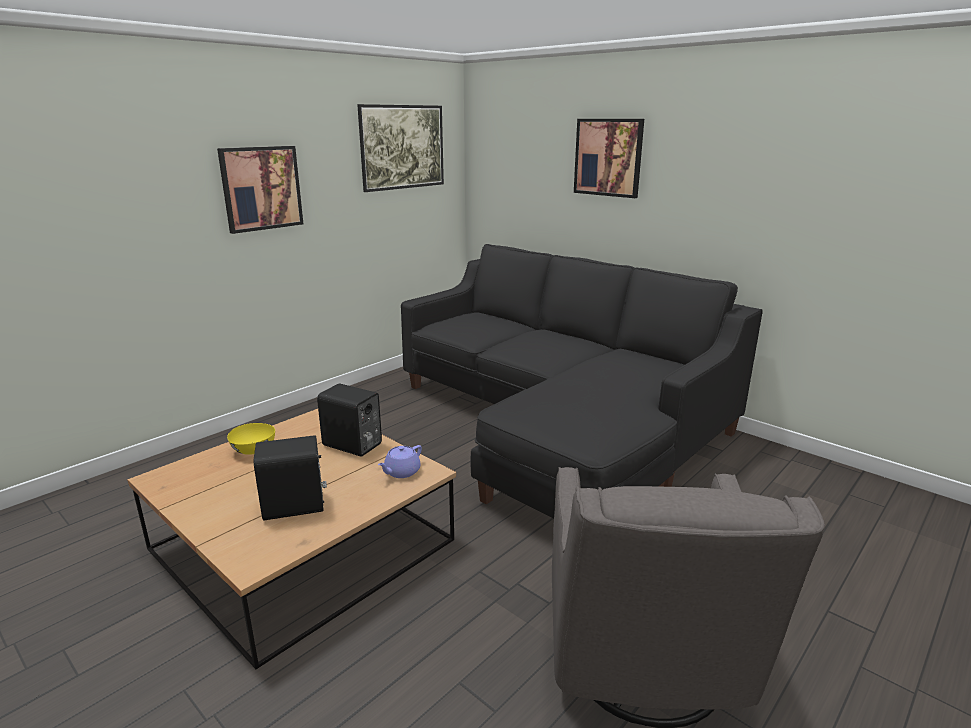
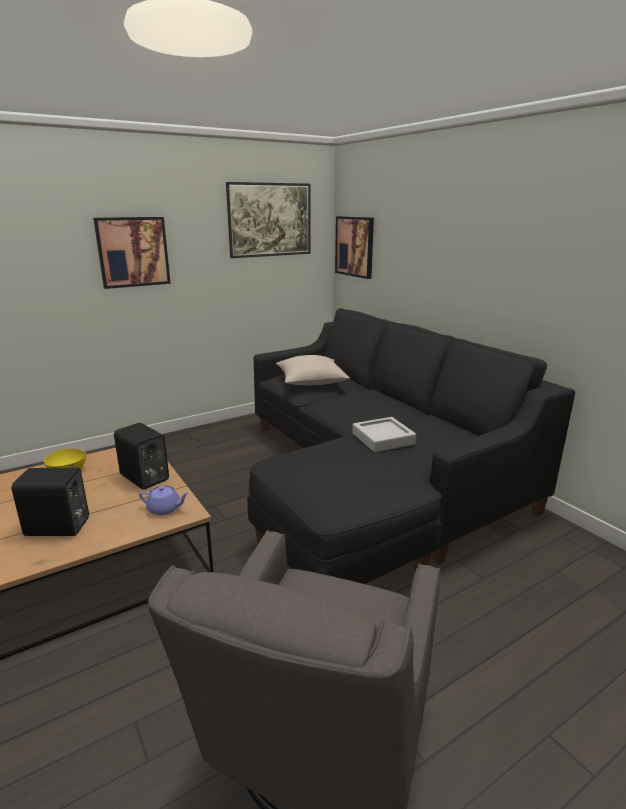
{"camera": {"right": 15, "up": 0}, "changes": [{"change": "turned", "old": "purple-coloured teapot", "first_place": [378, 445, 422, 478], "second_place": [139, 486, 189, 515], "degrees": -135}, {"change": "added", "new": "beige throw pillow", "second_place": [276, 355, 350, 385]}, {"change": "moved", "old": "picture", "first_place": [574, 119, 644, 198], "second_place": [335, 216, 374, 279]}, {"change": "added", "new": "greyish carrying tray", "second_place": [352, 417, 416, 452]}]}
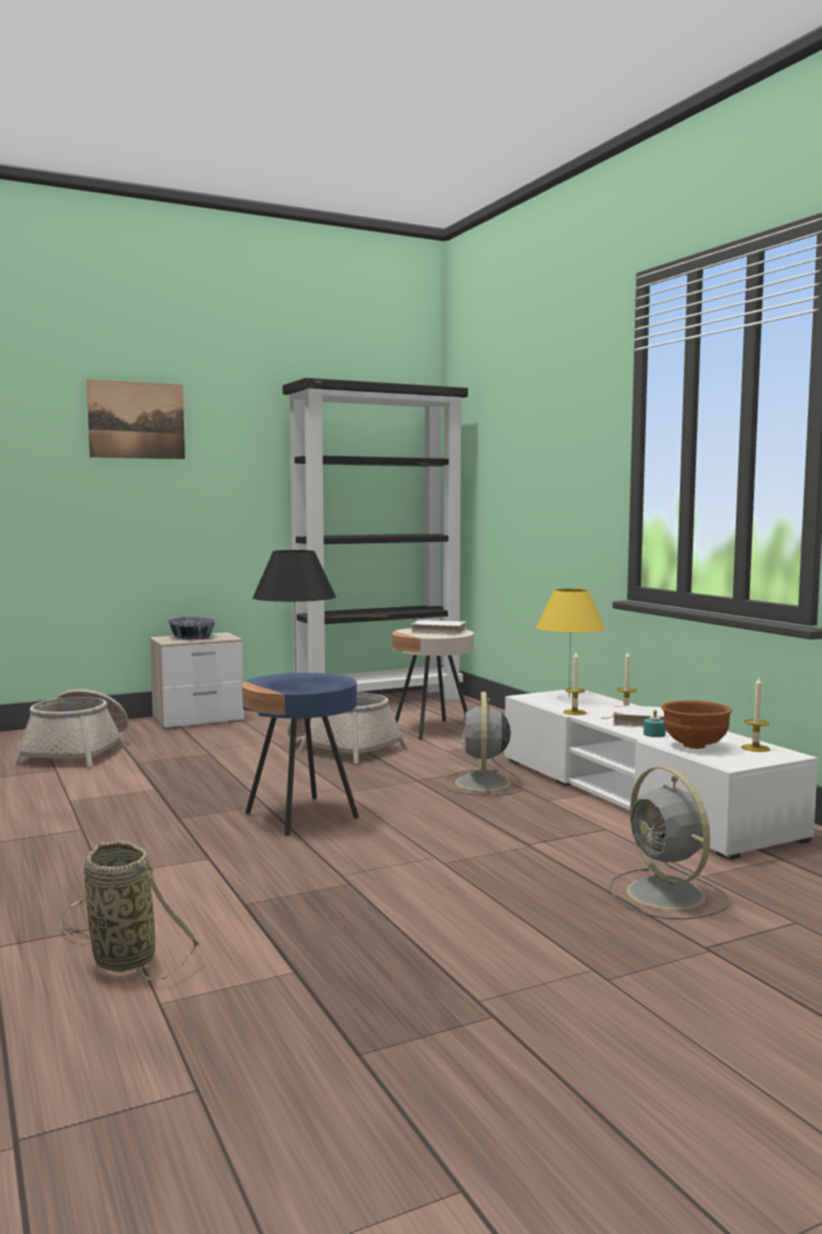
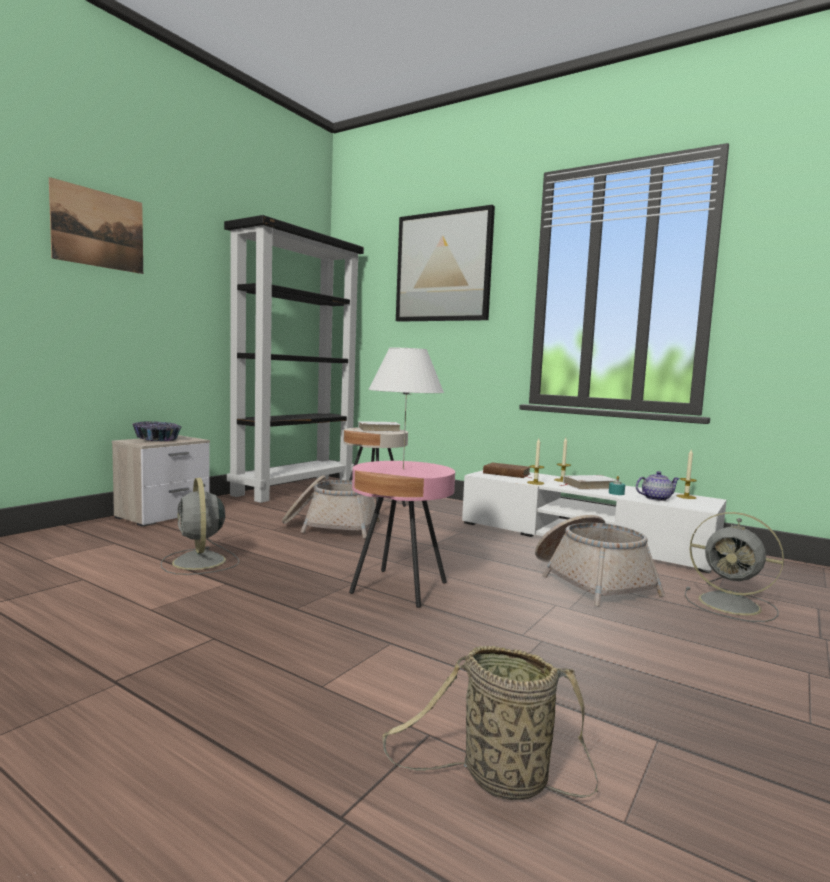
{"camera": {"right": -30, "up": 0}, "changes": [{"change": "moved", "old": "greyish cooling fan", "first_place": [444, 692, 524, 796], "second_place": [161, 478, 239, 575]}, {"change": "recoloured", "old": "bluish accent table", "new": "pinkish accent table", "first_place": [242, 673, 359, 836], "second_place": [349, 461, 455, 608]}, {"change": "recoloured", "old": "blackish lamp for a table", "new": "white-coloured lamp for a table", "first_place": [252, 550, 336, 683], "second_place": [368, 348, 444, 469]}, {"change": "added", "new": "picture", "second_place": [396, 205, 495, 322]}, {"change": "replaced", "old": "yellowish lamp for a table", "new": "brown volume", "first_place": [536, 588, 606, 698], "second_place": [483, 463, 531, 478]}, {"change": "moved", "old": "basket", "first_place": [13, 689, 128, 768], "second_place": [535, 515, 665, 607]}, {"change": "replaced", "old": "brown deep dish", "new": "teapot", "first_place": [661, 700, 732, 749], "second_place": [636, 471, 680, 501]}]}
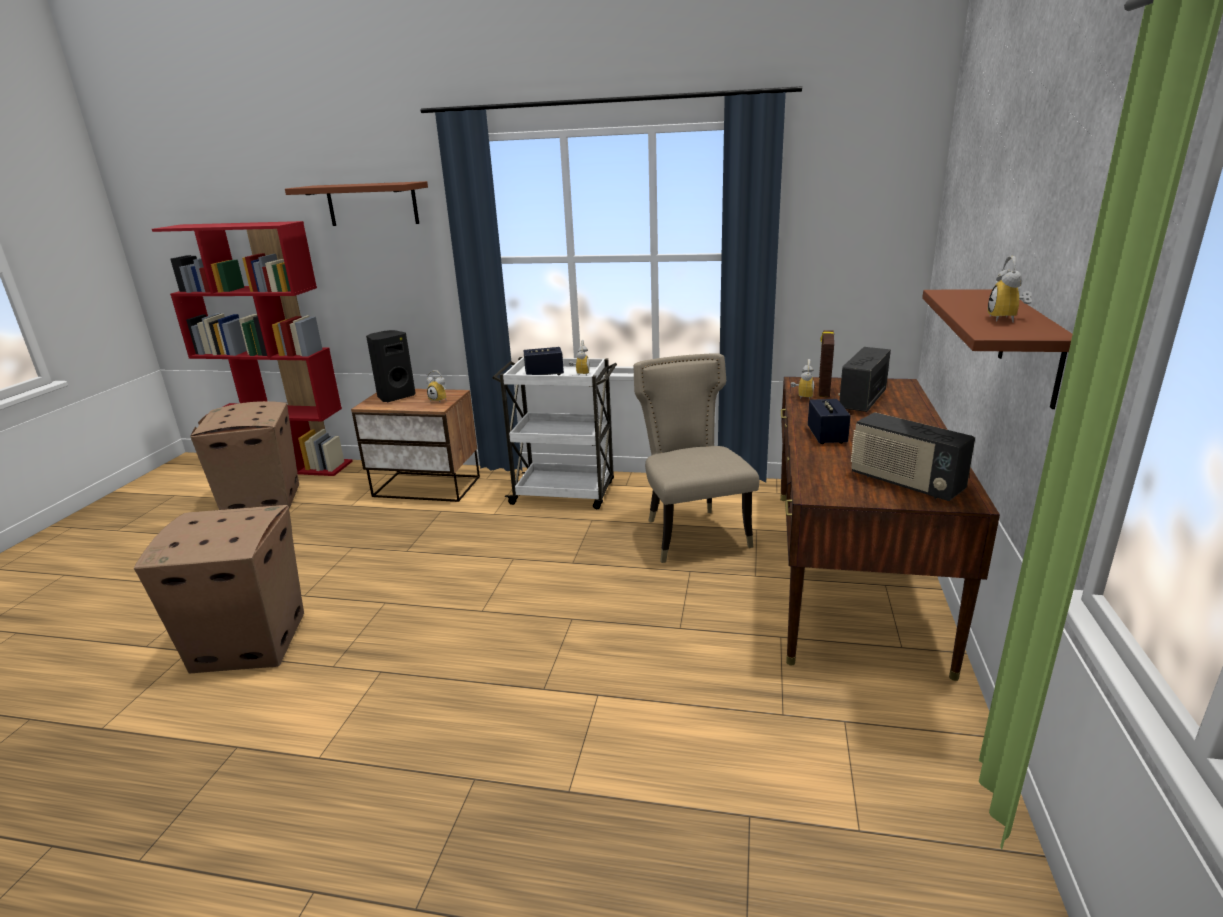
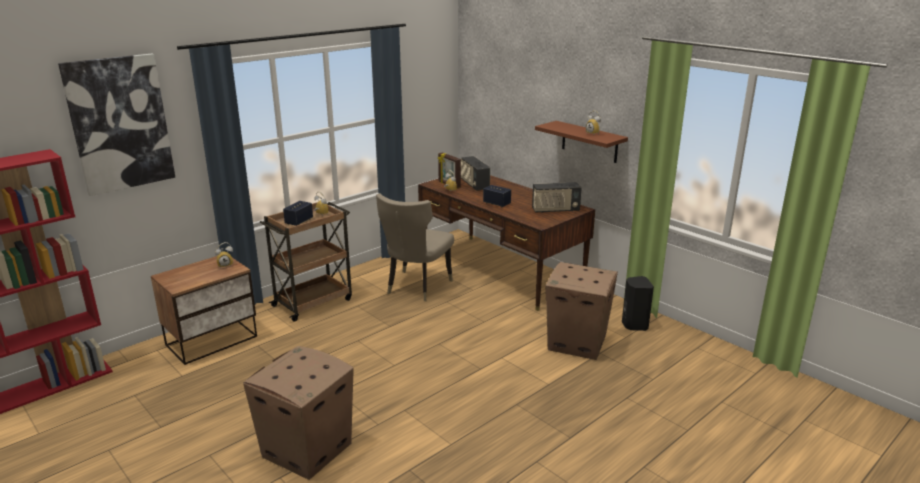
{"camera": {"right": -55, "up": 0}, "changes": [{"change": "replaced", "old": "brown shelf", "new": "picture", "first_place": [285, 181, 428, 226], "second_place": [58, 53, 175, 196]}, {"change": "recoloured", "old": "white-coloured trolley", "new": "brown trolley", "first_place": [493, 357, 617, 509], "second_place": [260, 202, 352, 322]}, {"change": "turned", "old": "beige upright chair", "first_place": [633, 353, 759, 563], "second_place": [376, 193, 454, 301], "degrees": -90}, {"change": "moved", "old": "carton", "first_place": [190, 401, 299, 510], "second_place": [545, 262, 618, 360]}, {"change": "moved", "old": "blackish audio speaker", "first_place": [366, 330, 416, 402], "second_place": [622, 276, 654, 331]}]}
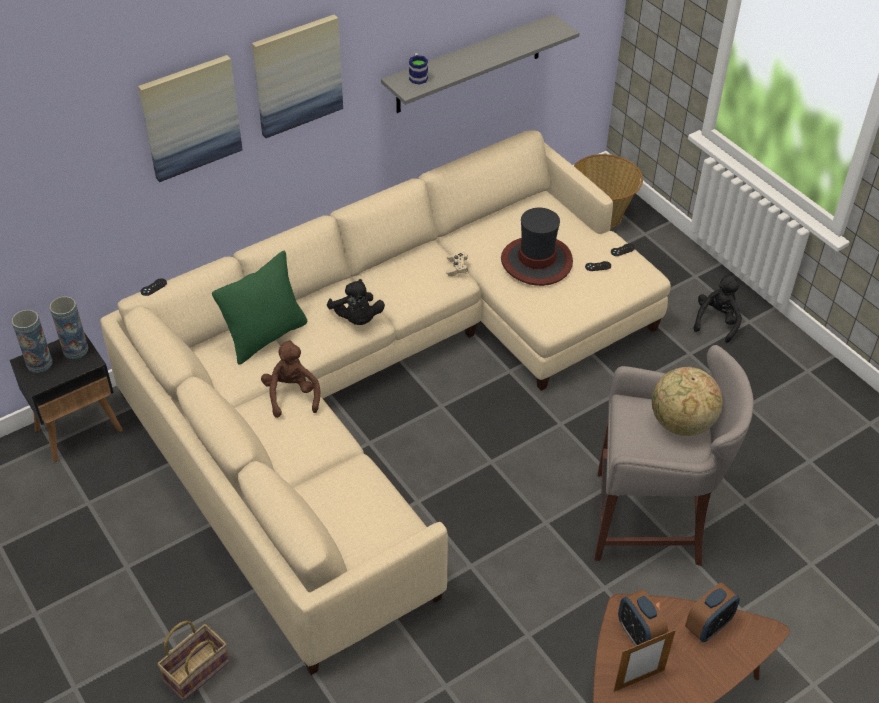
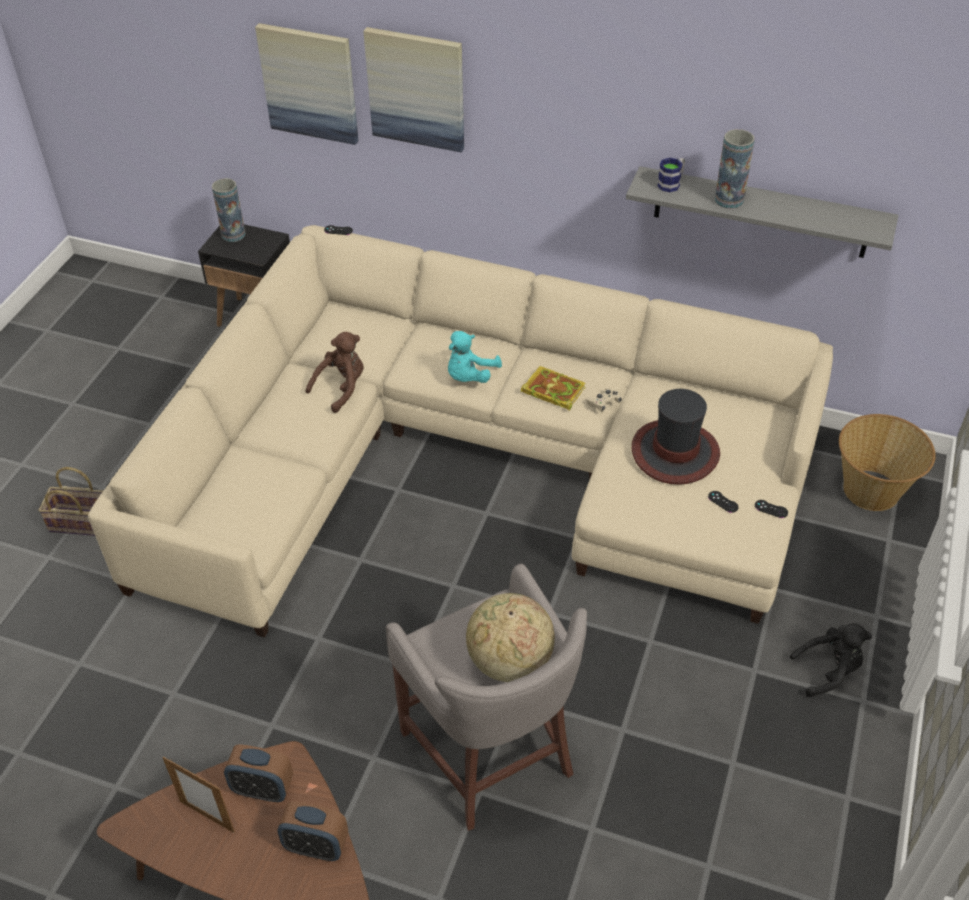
{"camera": {"right": 55, "up": 0}, "changes": [{"change": "turned", "old": "alarm clock", "first_place": [618, 590, 668, 646], "second_place": [224, 744, 293, 802], "degrees": -105}, {"change": "moved", "old": "picture", "first_place": [252, 14, 343, 138], "second_place": [255, 23, 358, 145]}, {"change": "recoloured", "old": "blackish cuddly toy", "new": "turquoise cuddly toy", "first_place": [327, 279, 385, 325], "second_place": [448, 331, 502, 383]}, {"change": "added", "new": "volume", "second_place": [521, 366, 585, 411]}, {"change": "moved", "old": "flower vase", "first_place": [49, 296, 88, 359], "second_place": [715, 129, 755, 209]}, {"change": "removed", "old": "greenish throw pillow", "first_place": [212, 251, 307, 364]}]}
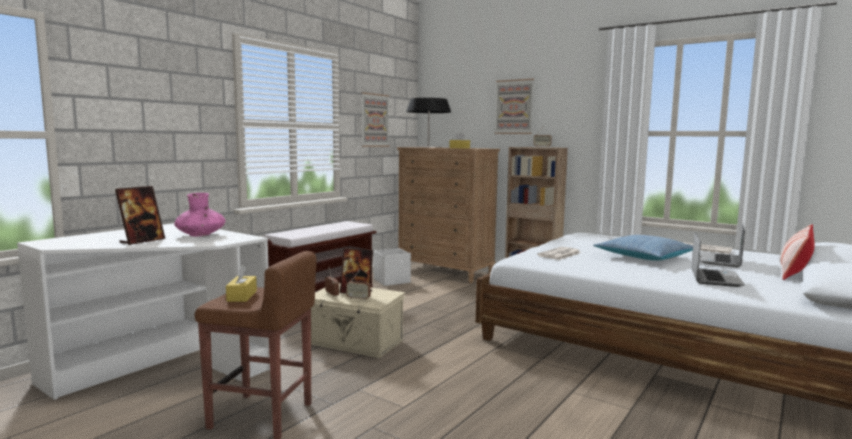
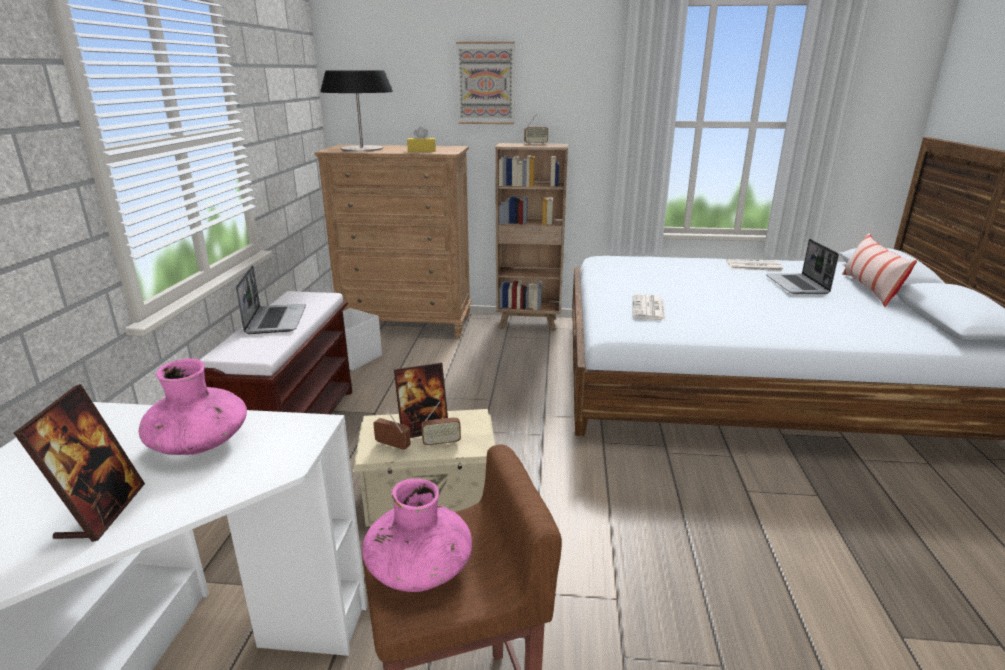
{"camera": {"right": -30, "up": 15}, "changes": [{"change": "moved", "old": "portable computer", "first_place": [691, 232, 745, 287], "second_place": [236, 265, 306, 334]}, {"change": "replaced", "old": "yellowish box of tissues", "new": "pinkish flower vase", "first_place": [226, 265, 257, 302], "second_place": [362, 479, 472, 592]}, {"change": "removed", "old": "picture", "first_place": [361, 92, 390, 147]}, {"change": "removed", "old": "throw pillow", "first_place": [593, 235, 693, 261]}]}
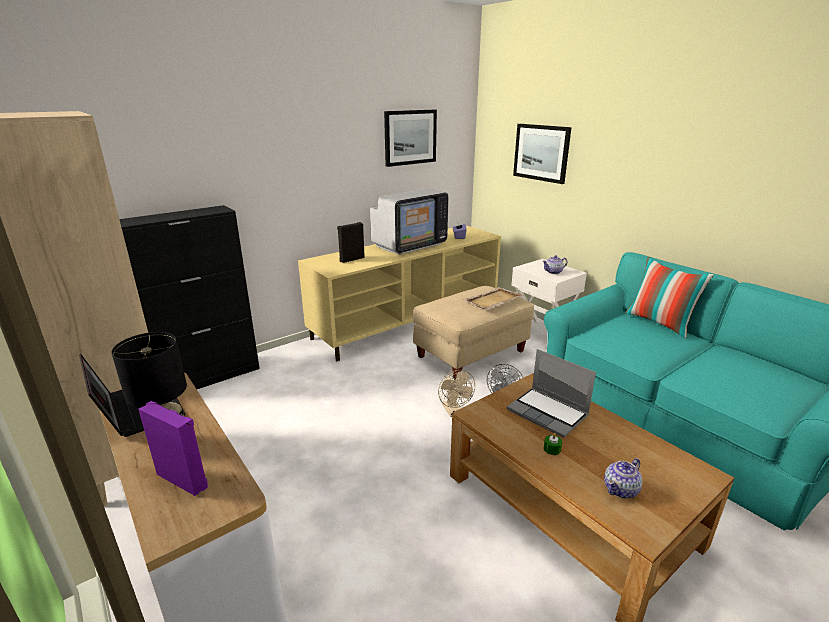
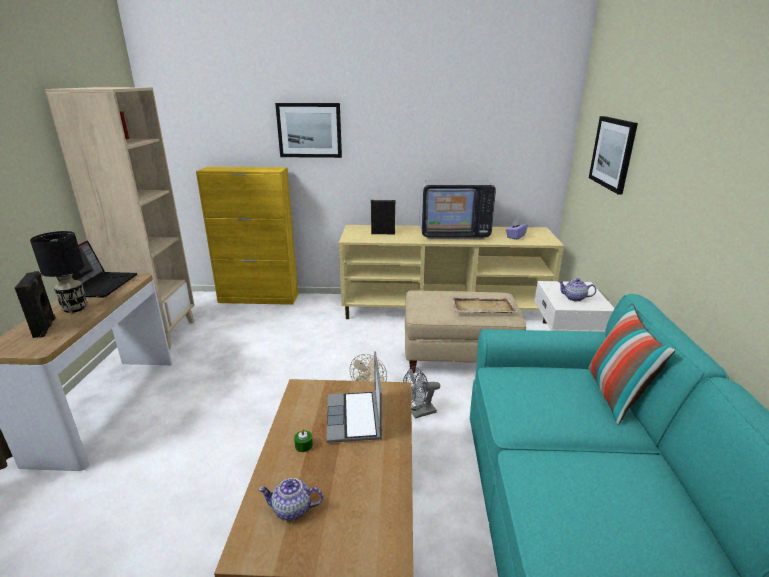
{"camera": {"right": 40, "up": 0}, "changes": [{"change": "recoloured", "old": "purple-coloured audio speaker", "new": "blackish audio speaker", "first_place": [138, 401, 208, 496], "second_place": [15, 271, 56, 338]}, {"change": "recoloured", "old": "blackish cupboard", "new": "yellowish cupboard", "first_place": [119, 205, 260, 389], "second_place": [196, 167, 298, 305]}, {"change": "moved", "old": "picture", "first_place": [384, 110, 437, 167], "second_place": [275, 103, 342, 158]}]}
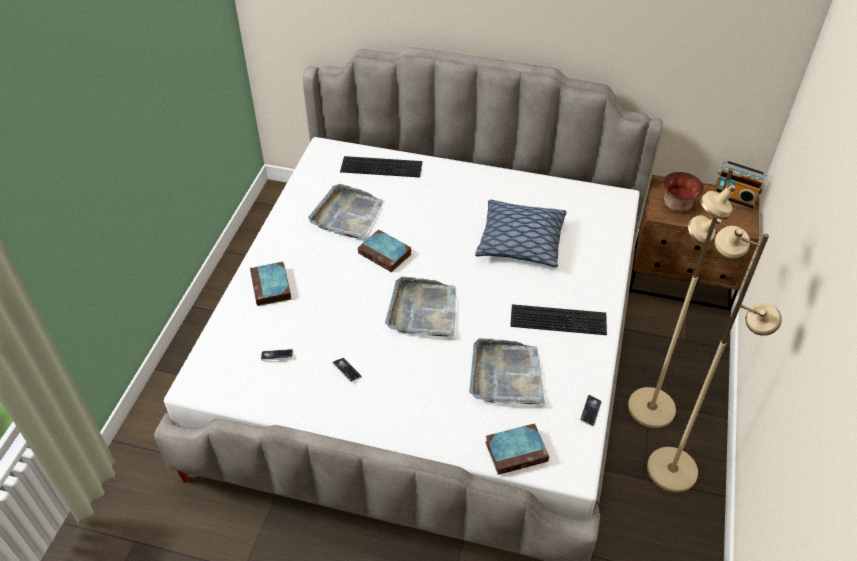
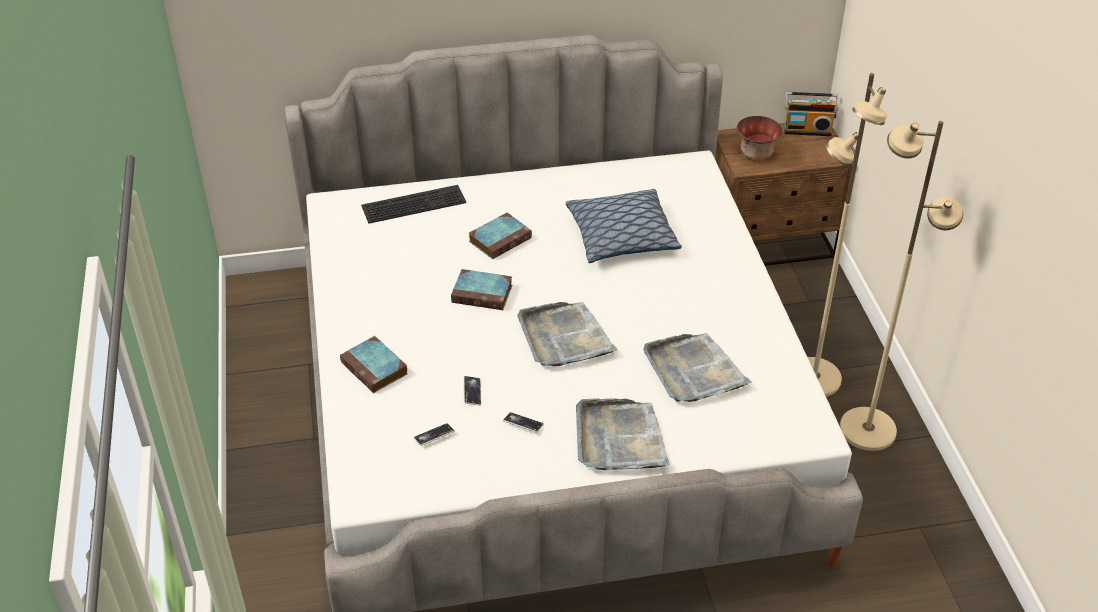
{"camera": {"right": -25, "up": -5}, "changes": [{"change": "moved", "old": "handset", "first_place": [580, 395, 602, 427], "second_place": [463, 376, 481, 405]}, {"change": "moved", "old": "volume", "first_place": [485, 423, 549, 475], "second_place": [469, 213, 532, 259]}, {"change": "moved", "old": "greyish carrying tray", "first_place": [308, 184, 383, 239], "second_place": [576, 398, 670, 470]}, {"change": "removed", "old": "PC keyboard", "first_place": [510, 304, 607, 335]}]}
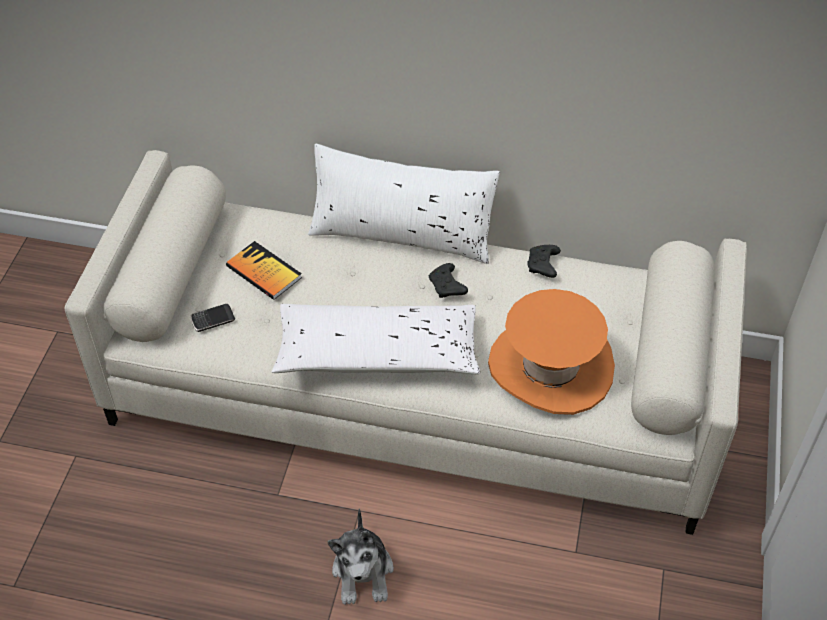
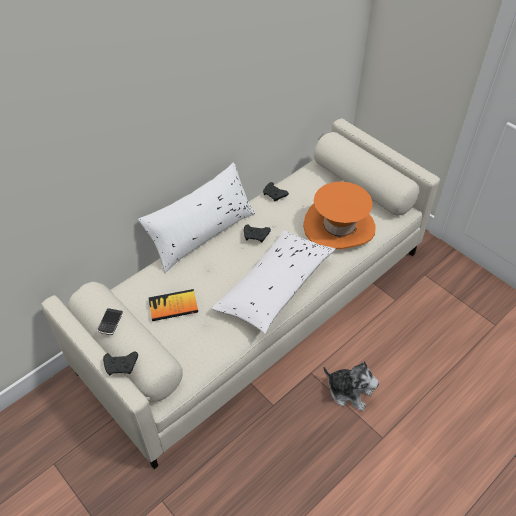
{"camera": {"right": -55, "up": 0}, "changes": [{"change": "moved", "old": "handset", "first_place": [190, 304, 235, 332], "second_place": [97, 308, 123, 335]}, {"change": "added", "new": "blackish gamepad", "second_place": [103, 352, 138, 375]}]}
